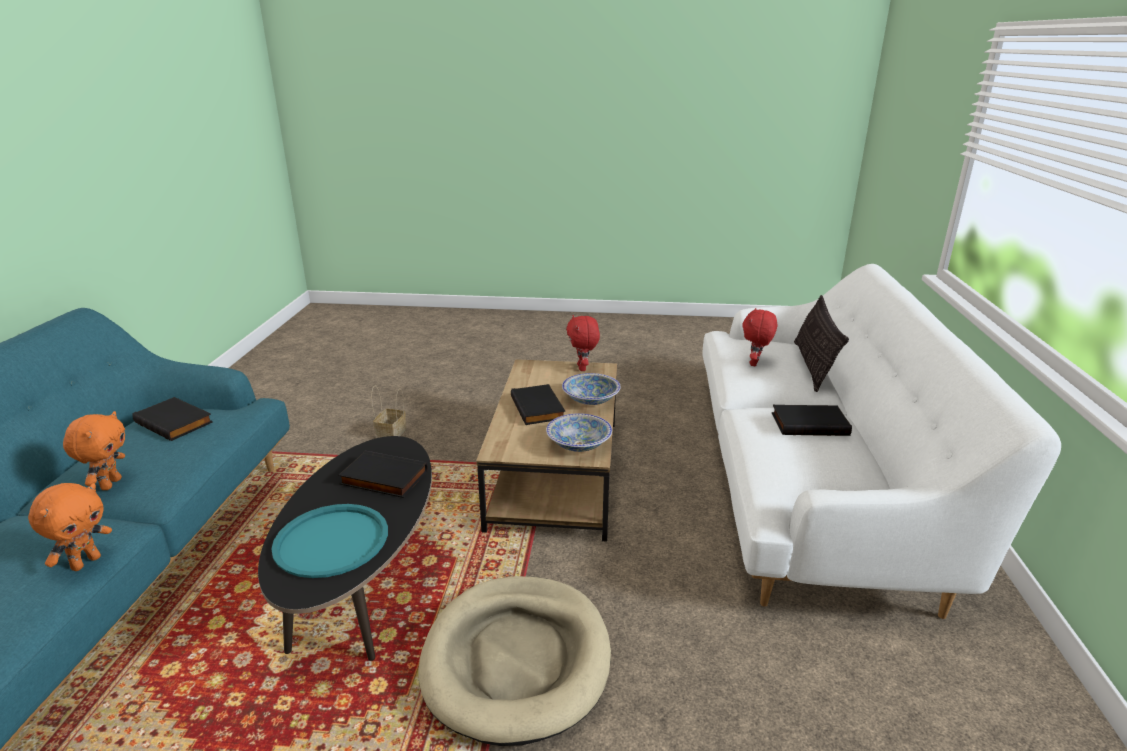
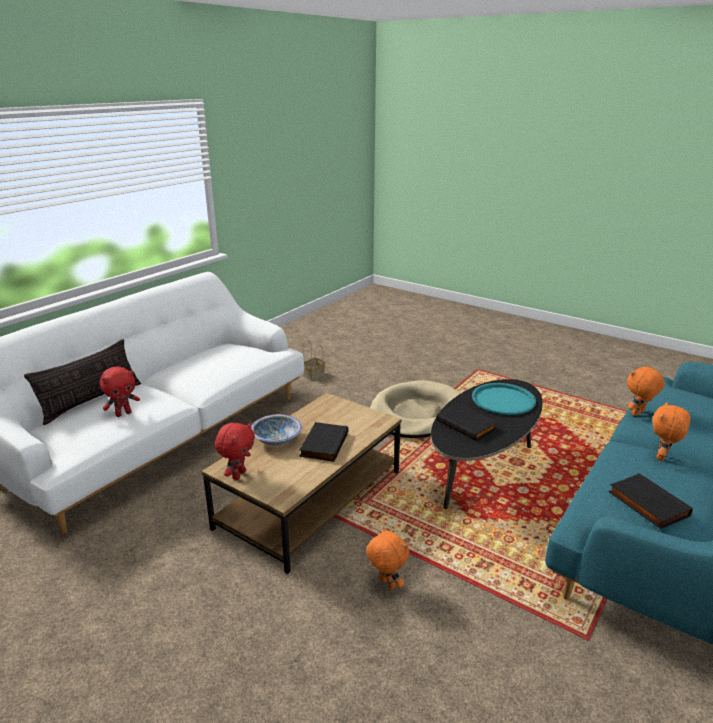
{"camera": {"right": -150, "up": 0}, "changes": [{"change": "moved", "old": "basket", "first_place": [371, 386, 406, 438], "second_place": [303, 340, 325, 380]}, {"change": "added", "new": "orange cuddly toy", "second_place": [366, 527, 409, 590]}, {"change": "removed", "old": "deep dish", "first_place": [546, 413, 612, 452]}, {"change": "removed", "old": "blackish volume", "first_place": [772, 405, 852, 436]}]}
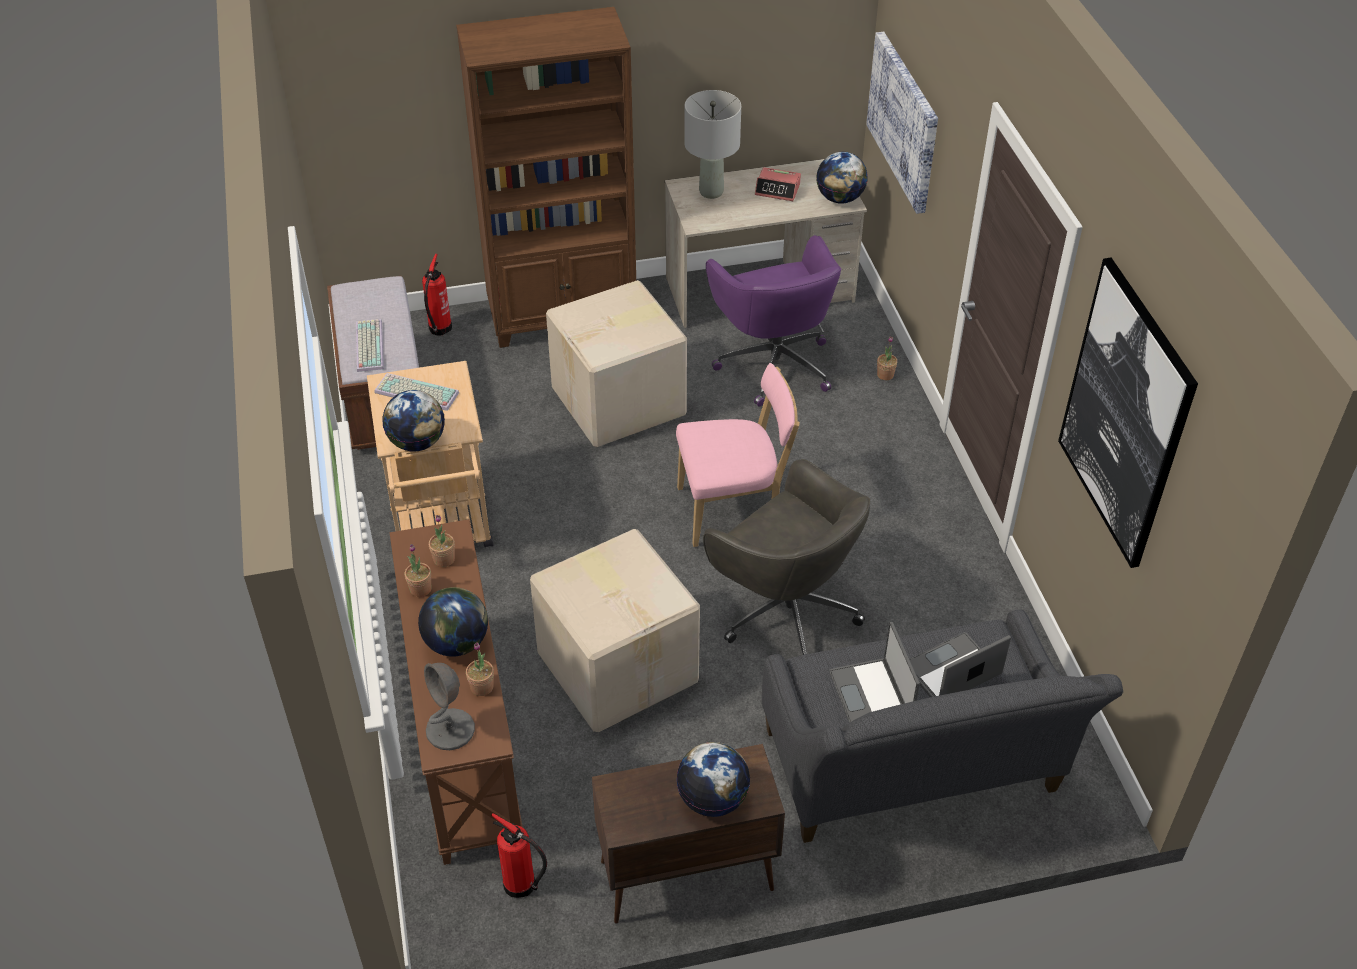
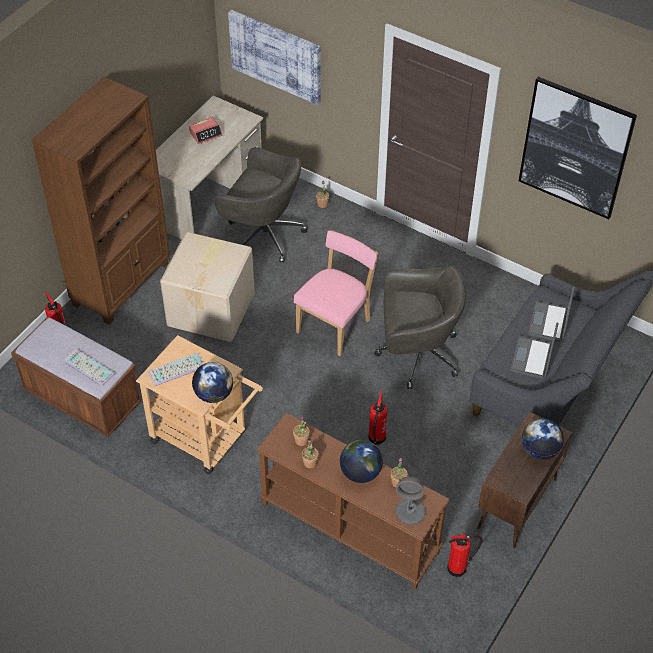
{"camera": {"right": -45, "up": 5}, "changes": [{"change": "recoloured", "old": "purple-coloured computer chair", "new": "greyish computer chair", "first_place": [706, 235, 842, 407], "second_place": [214, 147, 307, 263]}, {"change": "replaced", "old": "carton", "new": "fire extinguisher", "first_place": [530, 529, 700, 732], "second_place": [368, 391, 388, 445]}, {"change": "turned", "old": "portable computer", "first_place": [829, 622, 920, 723], "second_place": [511, 322, 558, 379], "degrees": 75}, {"change": "removed", "old": "greyish lamp for a table", "first_place": [684, 90, 741, 199]}, {"change": "removed", "old": "globe", "first_place": [816, 152, 868, 204]}]}
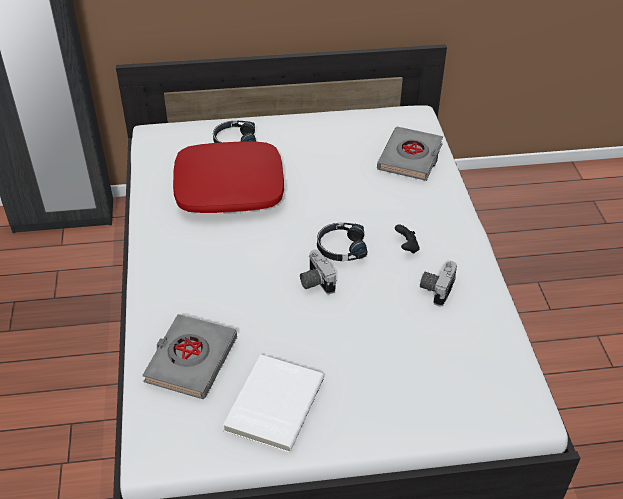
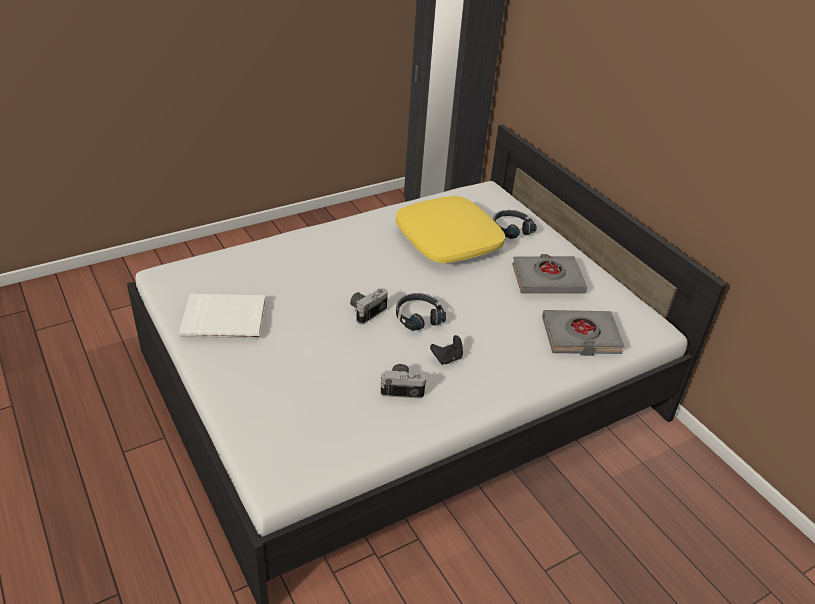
{"camera": {"right": 65, "up": -5}, "changes": [{"change": "recoloured", "old": "reddish throw pillow", "new": "yellowish throw pillow", "first_place": [173, 141, 284, 213], "second_place": [396, 196, 505, 263]}, {"change": "moved", "old": "greyish volume", "first_place": [143, 314, 237, 399], "second_place": [512, 254, 587, 294]}]}
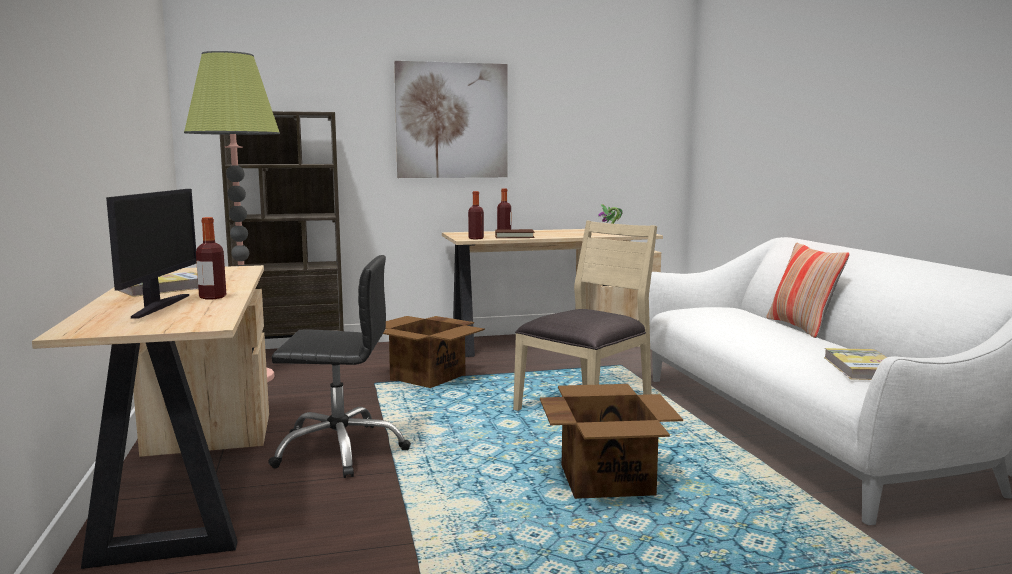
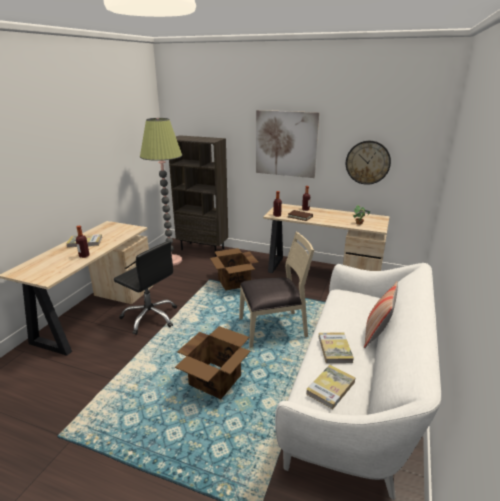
{"camera": {"right": 35, "up": 15}, "changes": [{"change": "added", "new": "volume", "second_place": [319, 332, 354, 363]}, {"change": "added", "new": "clock on the wall", "second_place": [346, 141, 391, 185]}, {"change": "removed", "old": "computer display", "first_place": [106, 189, 196, 319]}]}
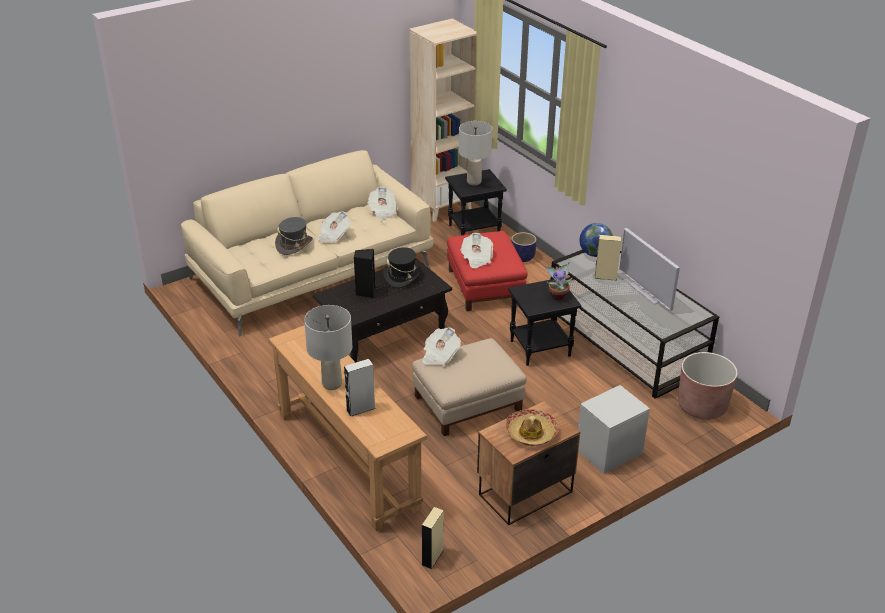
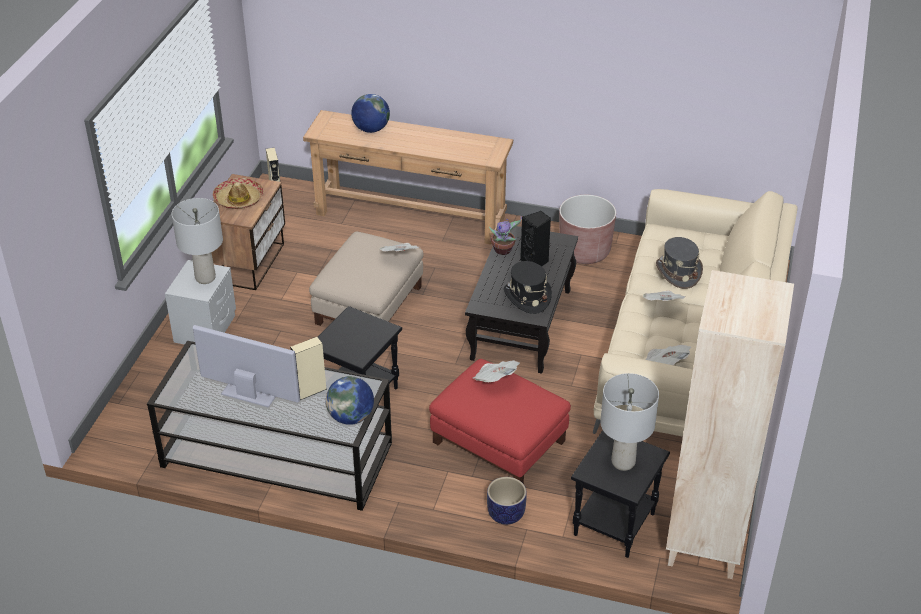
{"camera": {"right": 140, "up": 5}, "changes": [{"change": "moved", "old": "greyish lamp for a table", "first_place": [304, 305, 352, 390], "second_place": [172, 198, 223, 284]}, {"change": "replaced", "old": "greyish audio speaker", "new": "globe", "first_place": [344, 359, 376, 417], "second_place": [351, 94, 390, 133]}, {"change": "moved", "old": "plant in a pot", "first_place": [544, 262, 572, 300], "second_place": [489, 216, 522, 255]}, {"change": "moved", "old": "brown plant pot", "first_place": [678, 352, 738, 420], "second_place": [559, 195, 616, 264]}]}
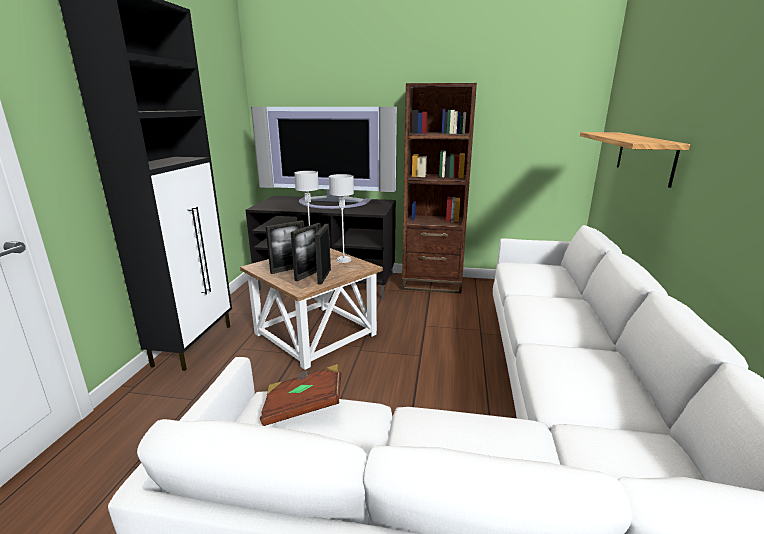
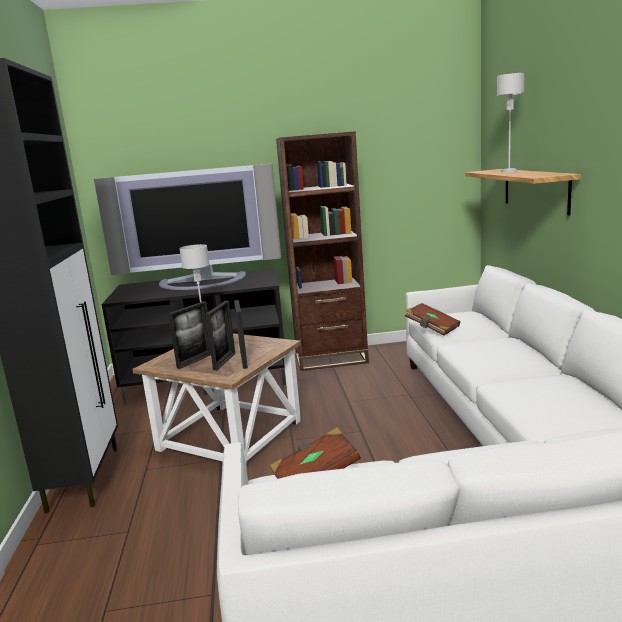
{"camera": {"right": -15, "up": -5}, "changes": [{"change": "added", "new": "brown volume", "second_place": [405, 303, 460, 336]}, {"change": "moved", "old": "greyish lamp for a table", "first_place": [329, 174, 354, 263], "second_place": [497, 73, 525, 173]}]}
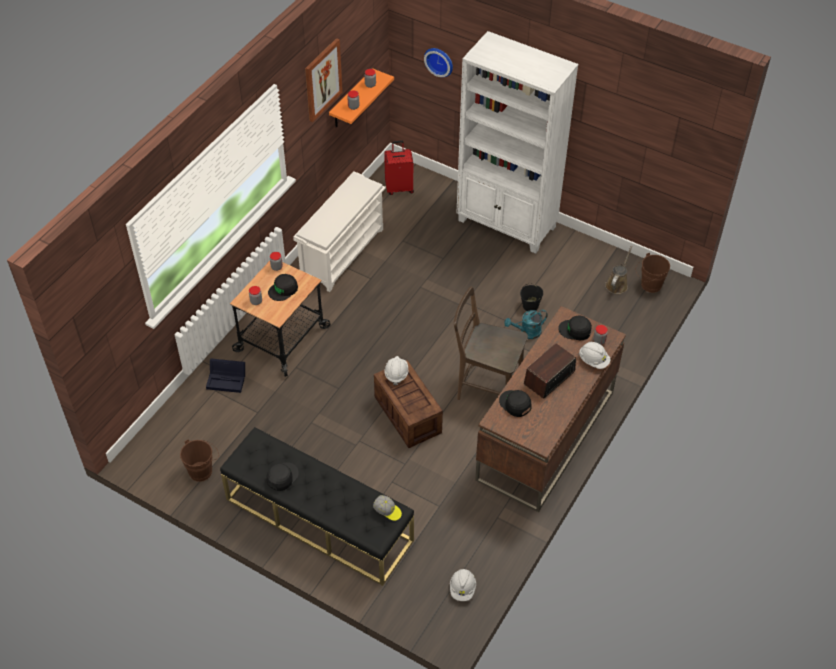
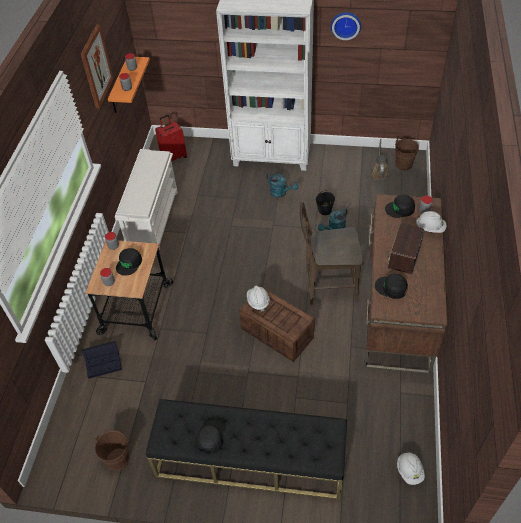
{"camera": {"right": -20, "up": 0}, "changes": [{"change": "added", "new": "turquoise sprinkling can", "second_place": [266, 172, 298, 198]}, {"change": "moved", "old": "clock on the wall", "first_place": [424, 48, 453, 77], "second_place": [331, 12, 361, 40]}, {"change": "removed", "old": "cap", "first_place": [373, 495, 402, 521]}]}
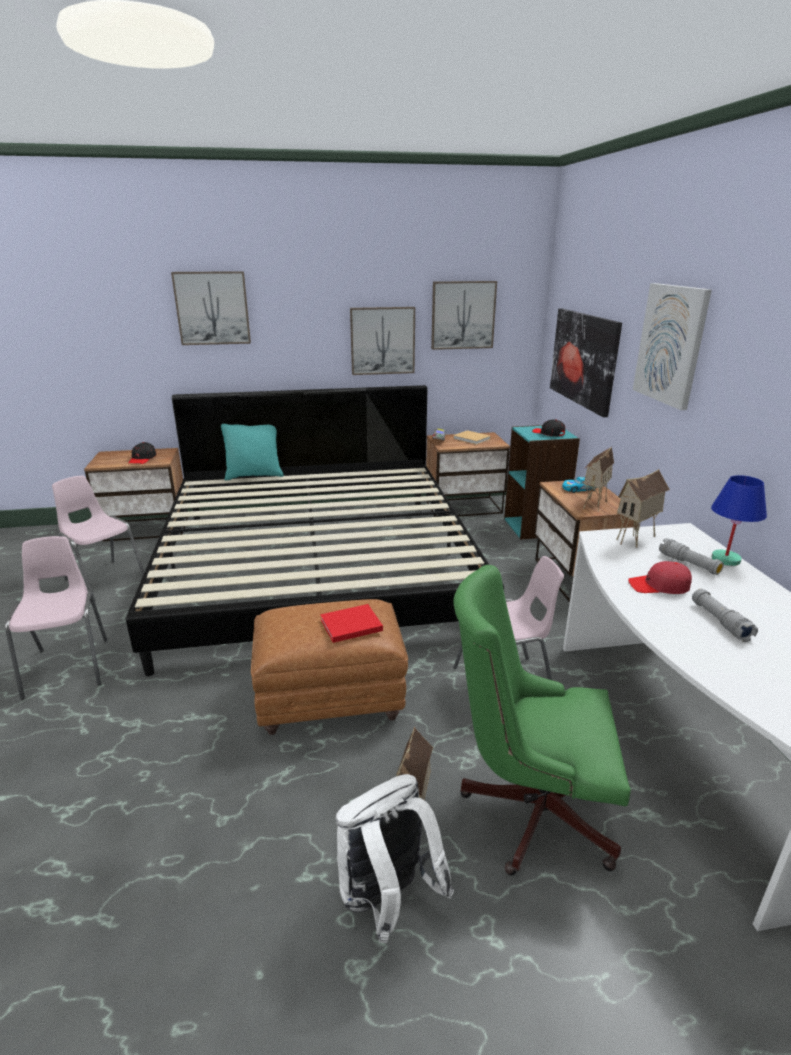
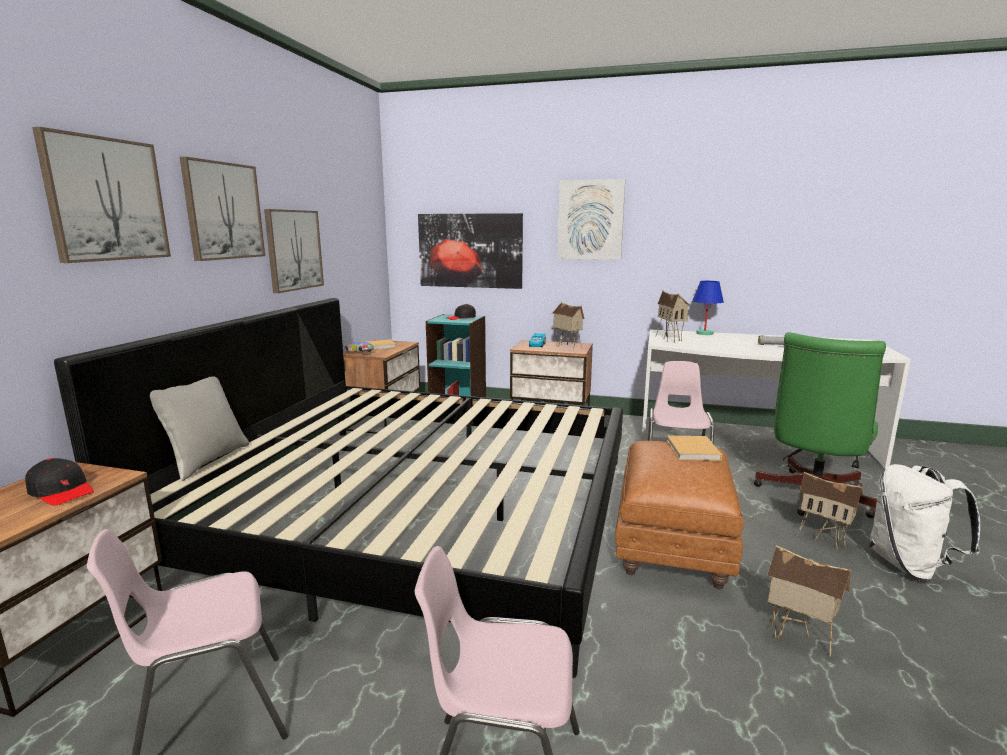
{"camera": {"right": -65, "up": -10}, "changes": [{"change": "recoloured", "old": "turquoise throw pillow", "new": "greyish throw pillow", "first_place": [221, 424, 284, 480], "second_place": [150, 377, 249, 481]}, {"change": "moved", "old": "picture", "first_place": [431, 281, 497, 350], "second_place": [180, 157, 265, 261]}, {"change": "recoloured", "old": "reddish volume", "new": "beige volume", "first_place": [320, 604, 383, 643], "second_place": [667, 436, 722, 461]}, {"change": "added", "new": "toy house", "second_place": [767, 545, 851, 657]}, {"change": "removed", "old": "reddish cap", "first_place": [628, 561, 692, 594]}, {"change": "removed", "old": "greyish torch", "first_place": [659, 538, 724, 575]}]}
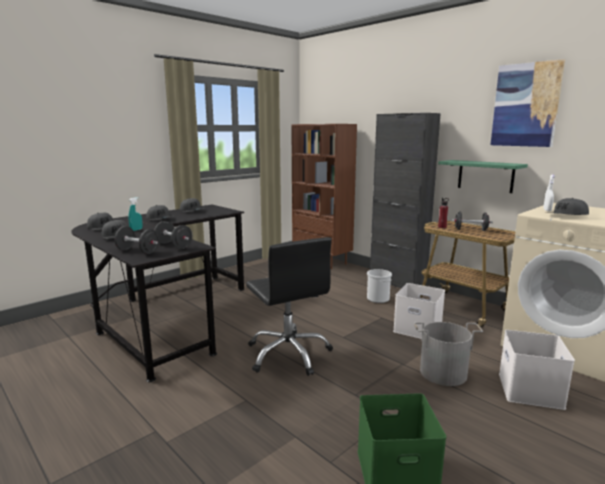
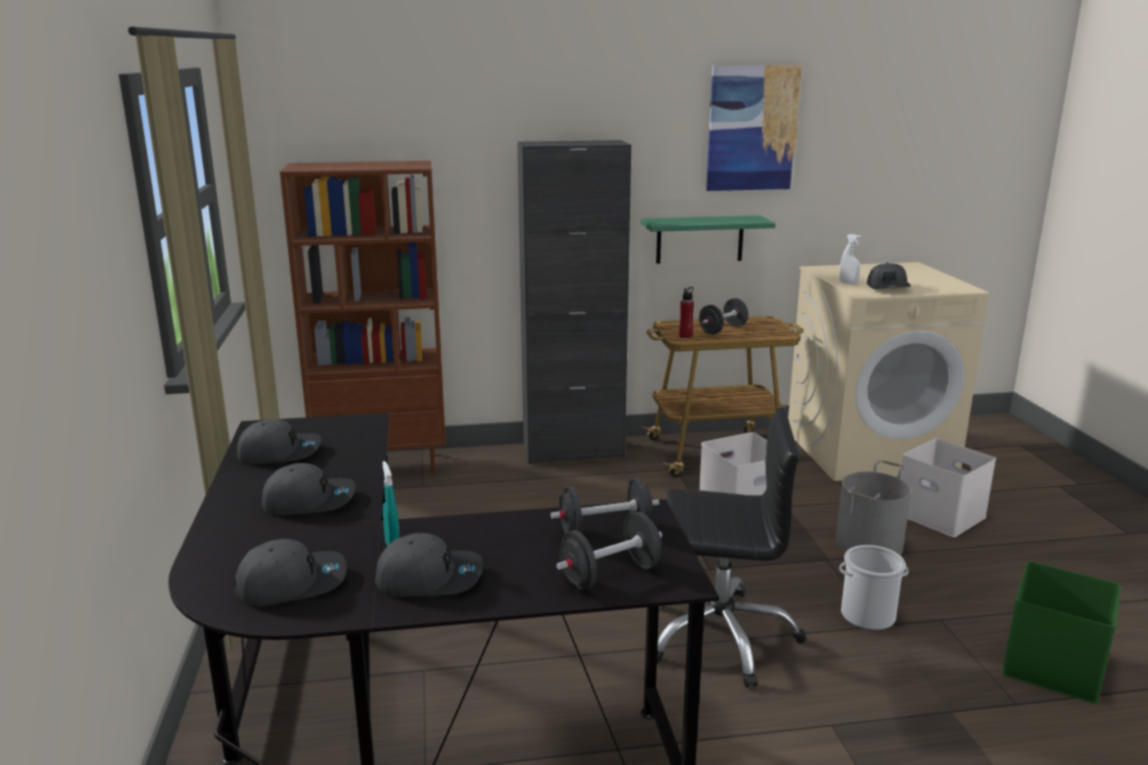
{"camera": {"right": -55, "up": 5}, "changes": [{"change": "moved", "old": "bucket", "first_place": [367, 269, 392, 303], "second_place": [840, 545, 909, 630]}]}
